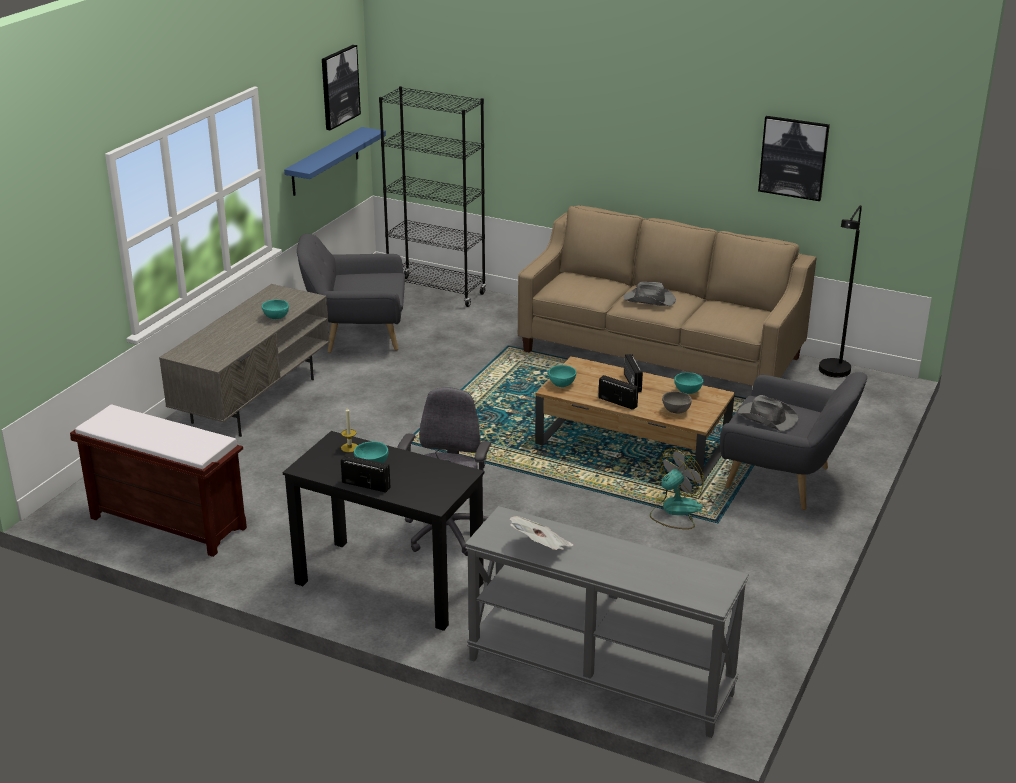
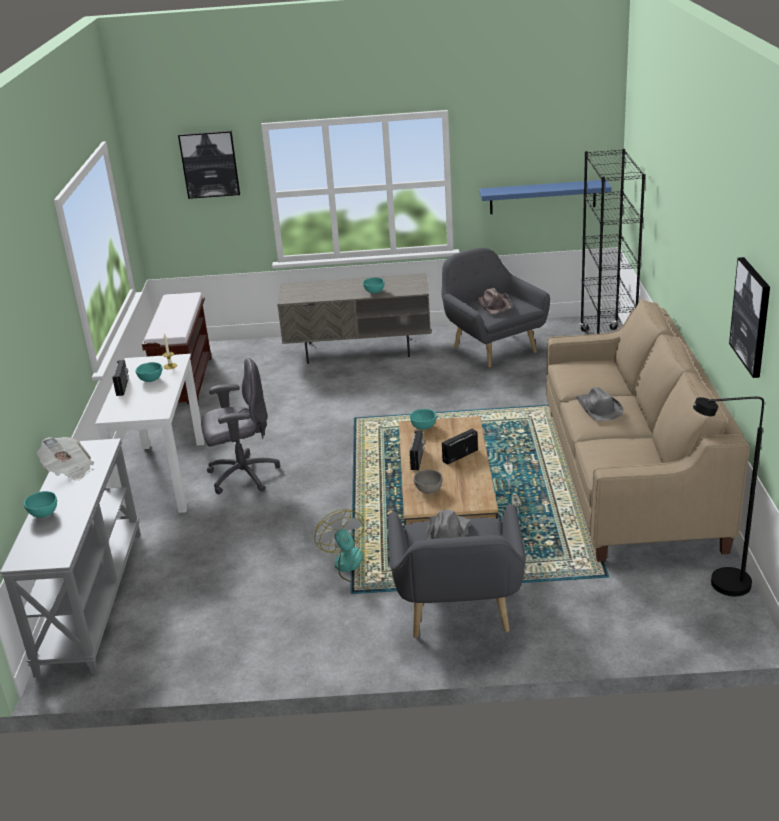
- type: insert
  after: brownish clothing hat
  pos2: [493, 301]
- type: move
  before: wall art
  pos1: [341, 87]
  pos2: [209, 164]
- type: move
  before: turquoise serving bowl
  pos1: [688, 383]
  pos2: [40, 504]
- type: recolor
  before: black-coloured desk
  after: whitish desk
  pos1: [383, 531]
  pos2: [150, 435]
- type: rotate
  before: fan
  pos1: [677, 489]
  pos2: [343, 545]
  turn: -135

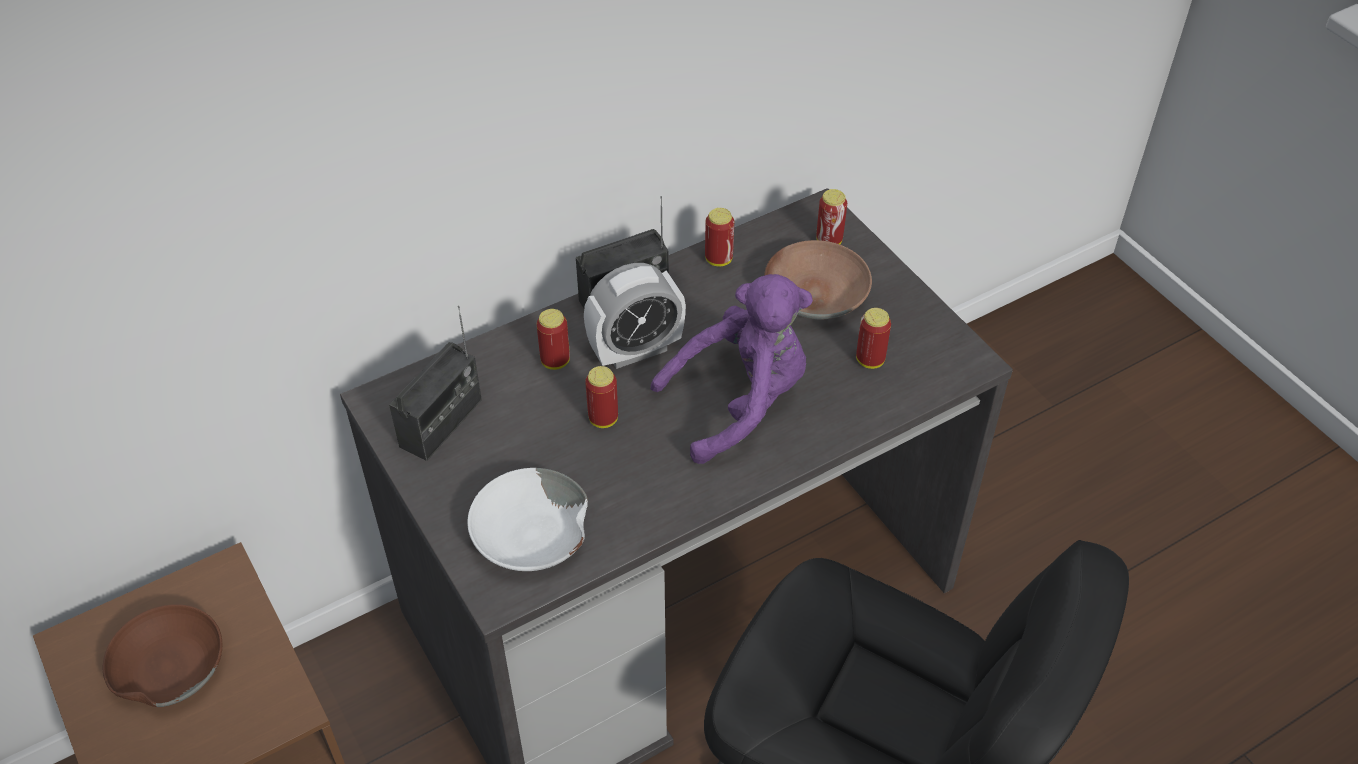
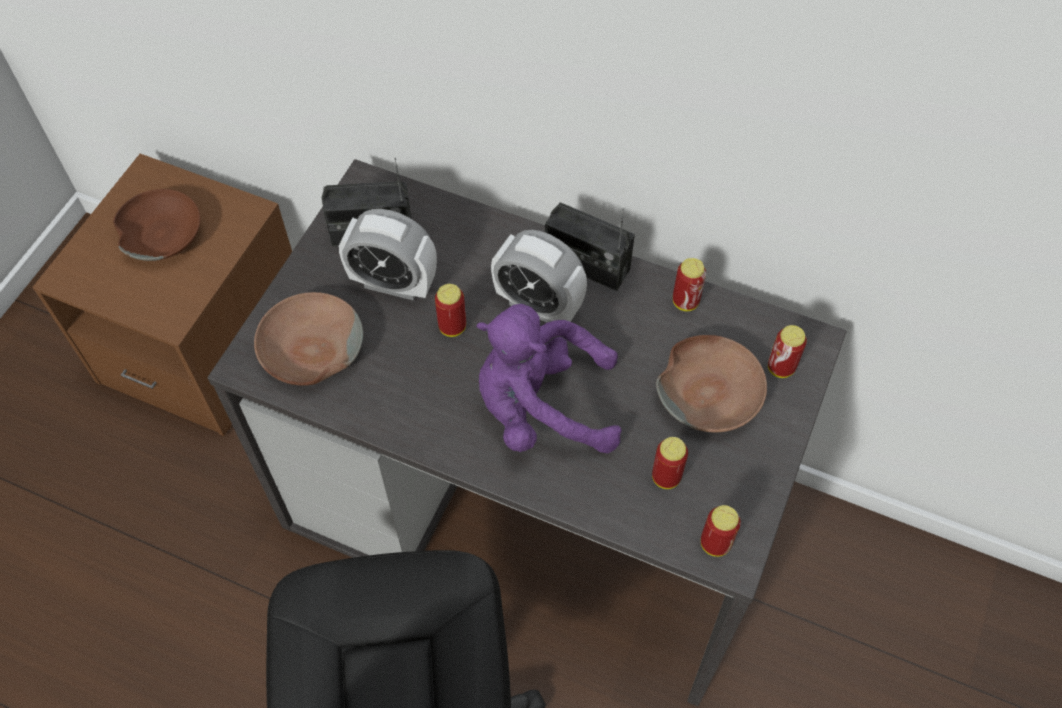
- type: insert
  after: table clock
  pos2: [388, 255]
- type: move
  before: can
  pos1: [553, 339]
  pos2: [721, 531]
- type: recolor
  before: whitish serving bowl
  after: brownish serving bowl
  pos1: [527, 519]
  pos2: [308, 339]
- type: rotate
  before: purple-coloured cuddly toy
  pos1: [732, 369]
  pos2: [549, 378]
  turn: 150

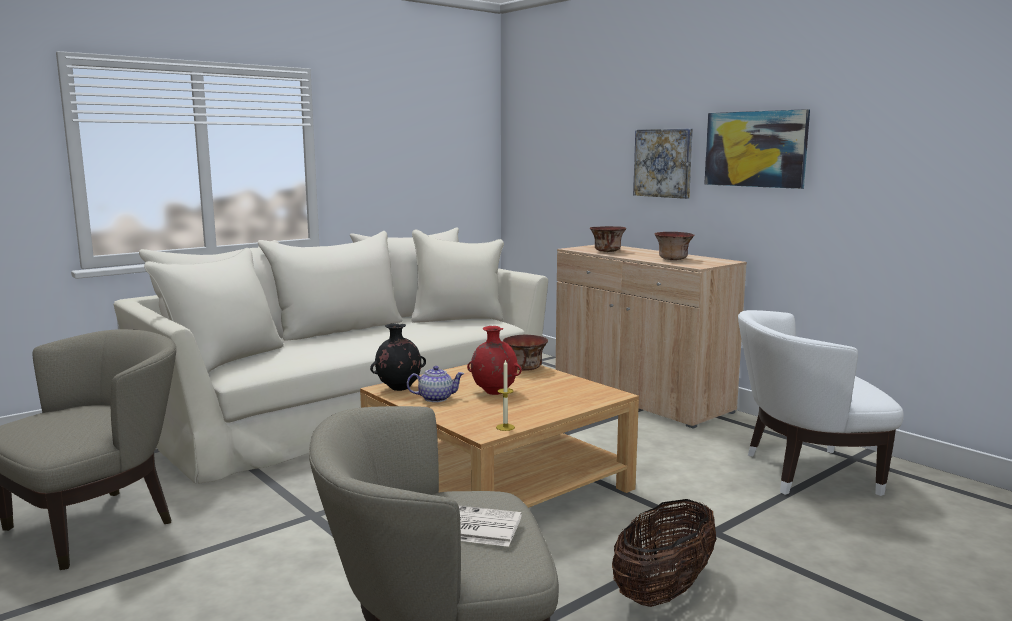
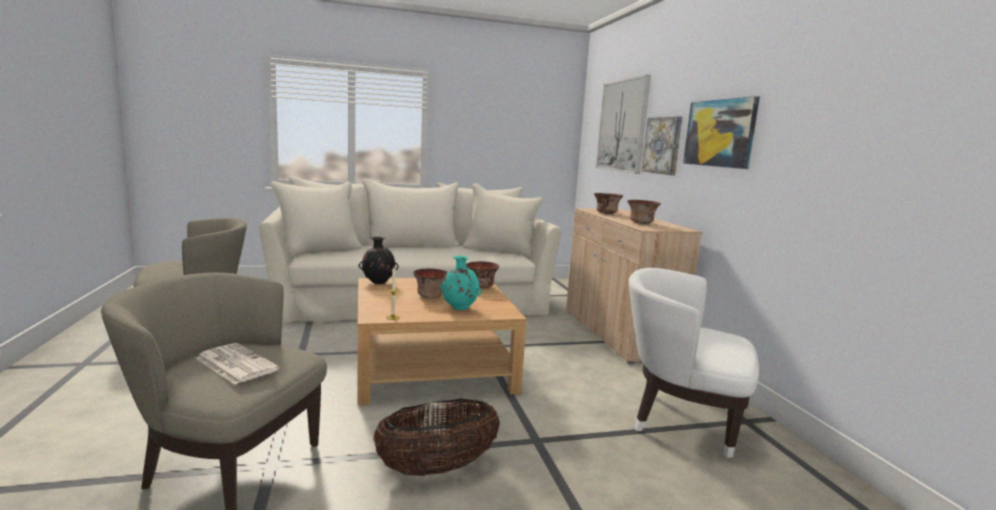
- type: delete
  before: pot for tea
  pos1: [435, 384]
- type: insert
  after: turquoise decorative vase
  pos2: [461, 283]
- type: insert
  after: wall art
  pos2: [623, 124]
- type: replace
  before: red-coloured decorative vase
  after: serving bowl
  pos1: [494, 360]
  pos2: [430, 283]

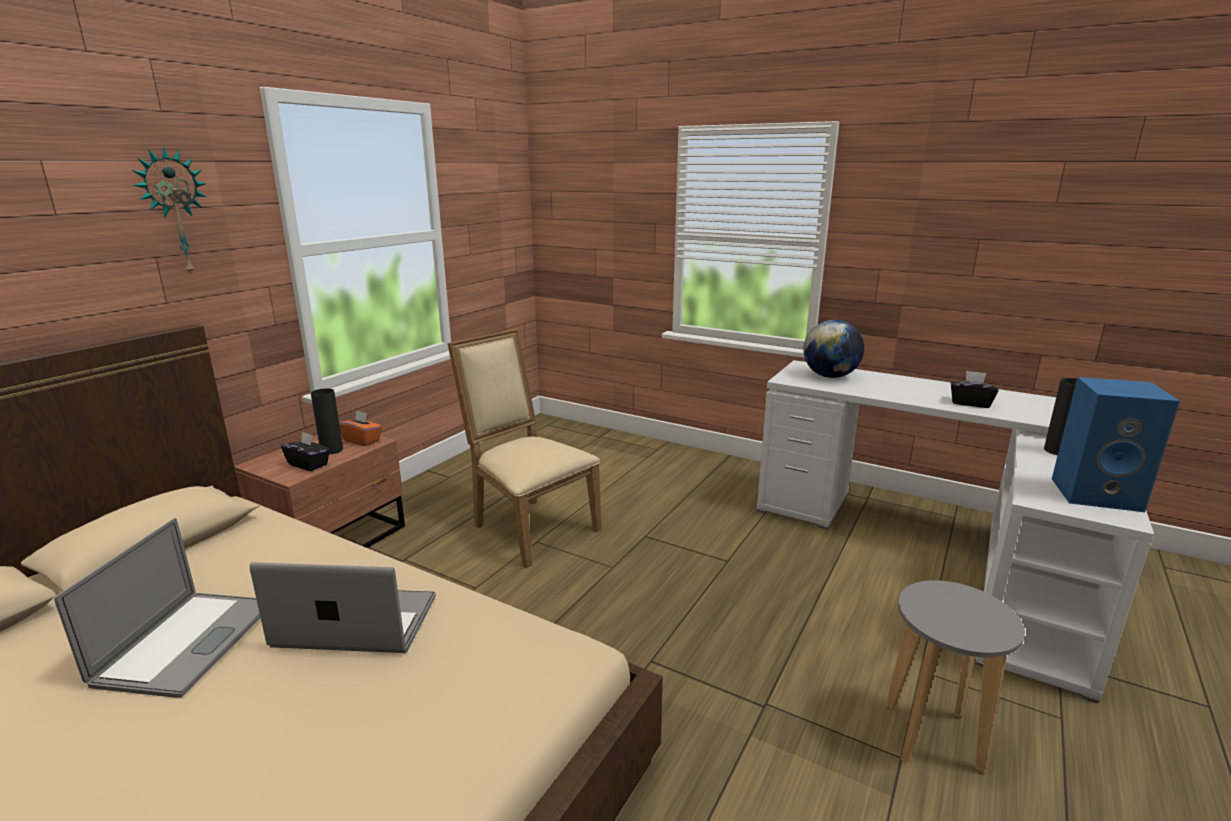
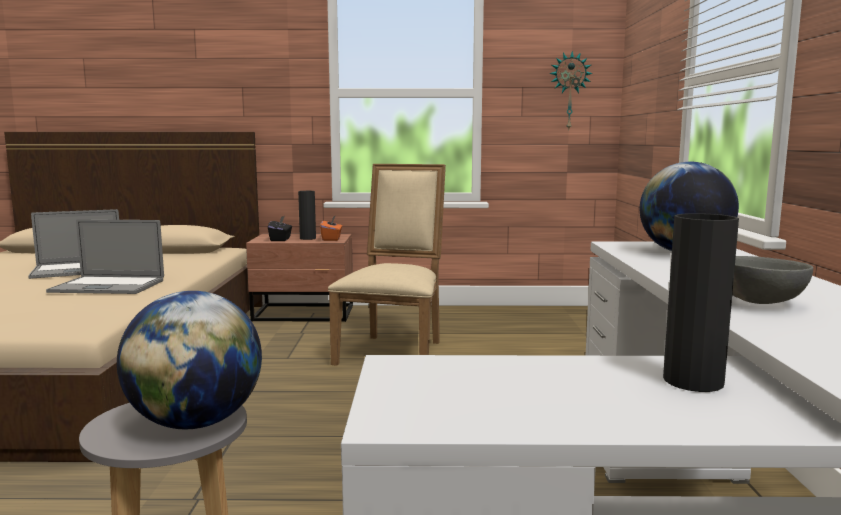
- type: delete
  before: bluish audio speaker
  pos1: [1116, 444]
- type: insert
  after: desk globe
  pos2: [189, 360]
- type: move
  before: clock on the wall
  pos1: [169, 211]
  pos2: [571, 90]
- type: replace
  before: black-coloured box of tissues
  after: grey serving bowl
  pos1: [975, 389]
  pos2: [772, 280]
- type: rotate
  before: portable computer
  pos1: [343, 607]
  pos2: [105, 256]
  turn: 120

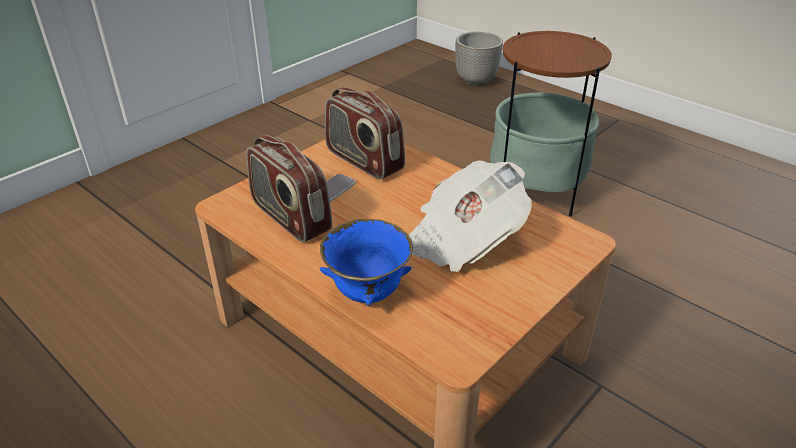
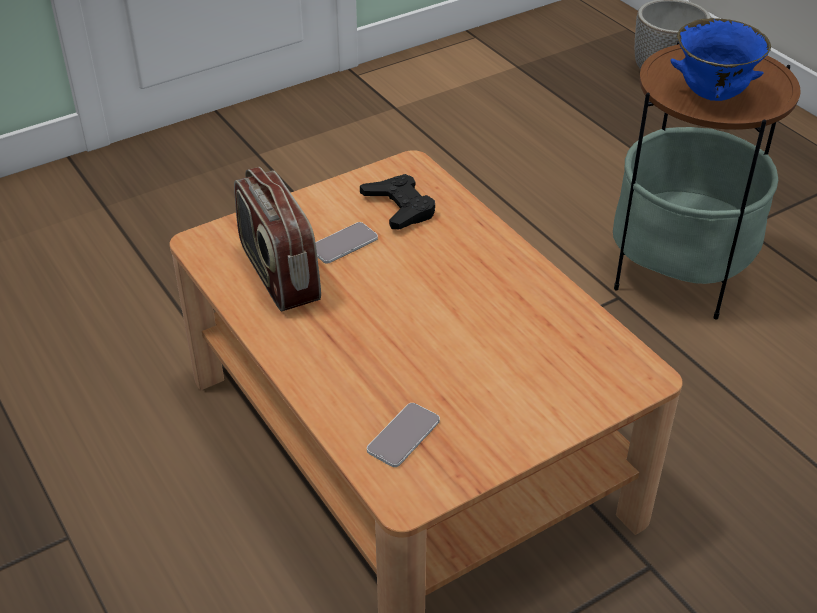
- type: delete
  before: printed paper
  pos1: [470, 216]
- type: insert
  after: phone
  pos2: [403, 435]
- type: move
  before: bluish serving bowl
  pos1: [366, 263]
  pos2: [721, 59]
- type: replace
  before: radio receiver
  after: black-coloured game controller
  pos1: [365, 133]
  pos2: [397, 201]

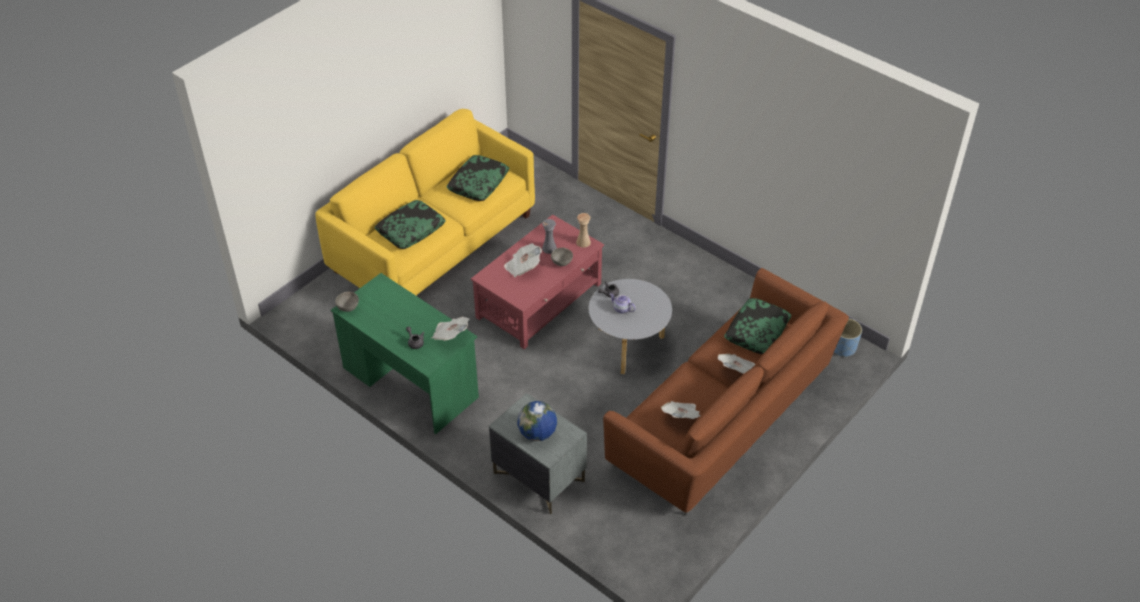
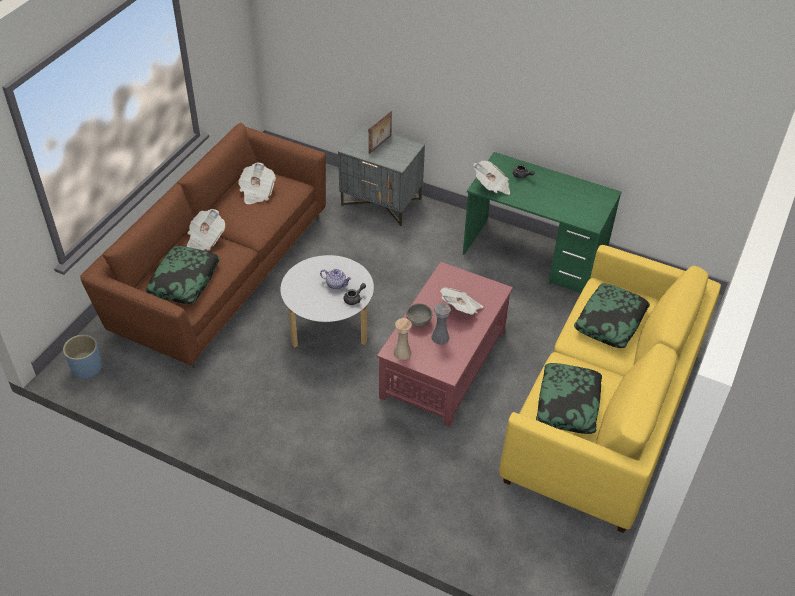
- type: delete
  before: grey serving bowl
  pos1: [347, 301]
- type: replace
  before: desk globe
  after: standing frame
  pos1: [537, 421]
  pos2: [380, 132]

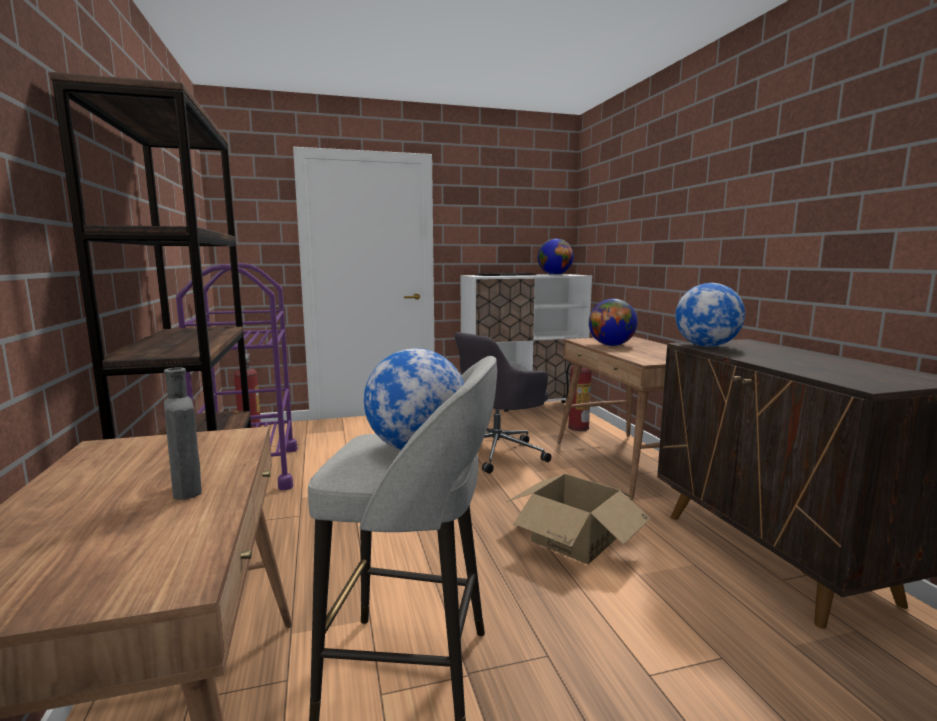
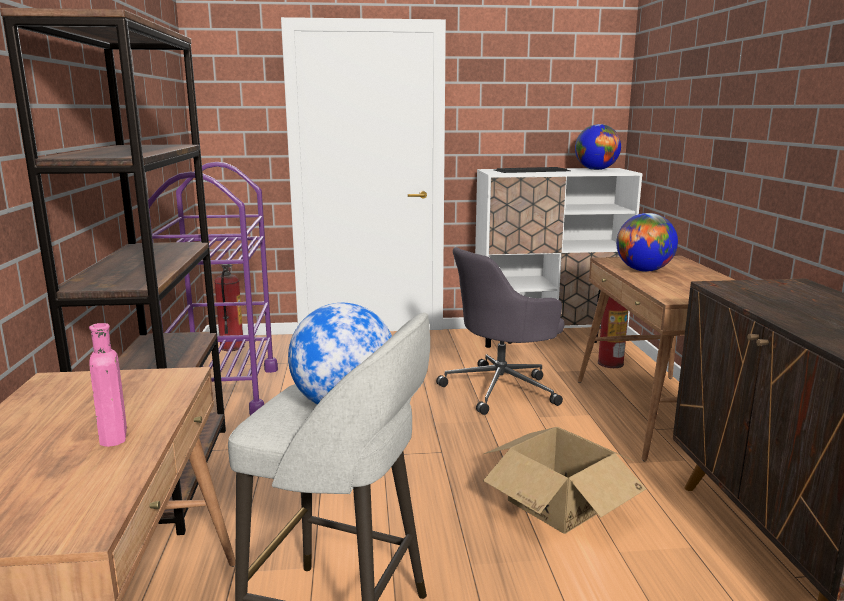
- type: delete
  before: desk globe
  pos1: [710, 315]
- type: recolor
  before: grey bottle
  after: pink-coloured bottle
  pos1: [183, 433]
  pos2: [108, 385]

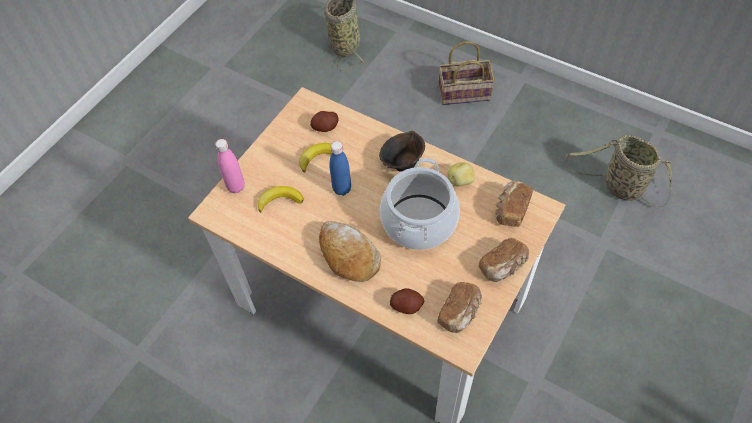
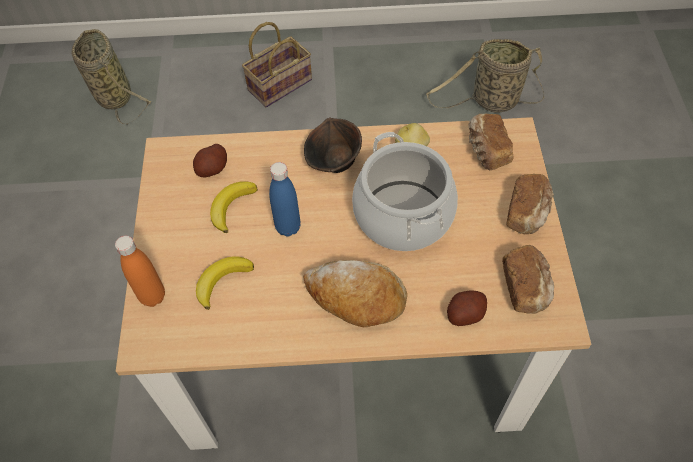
- type: recolor
  before: pink-coloured bottle
  after: orange-coloured bottle
  pos1: [230, 166]
  pos2: [140, 271]

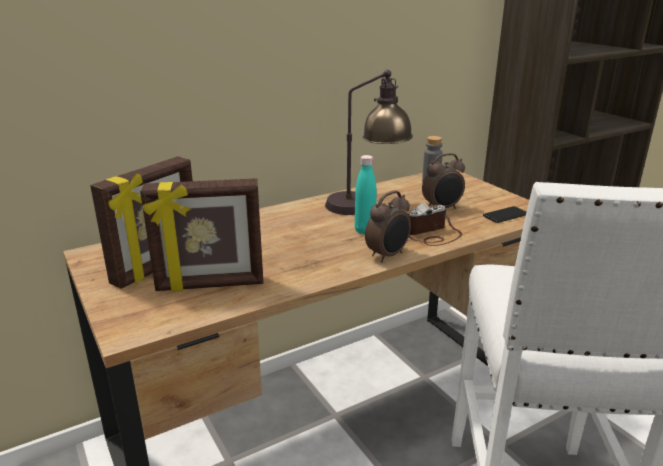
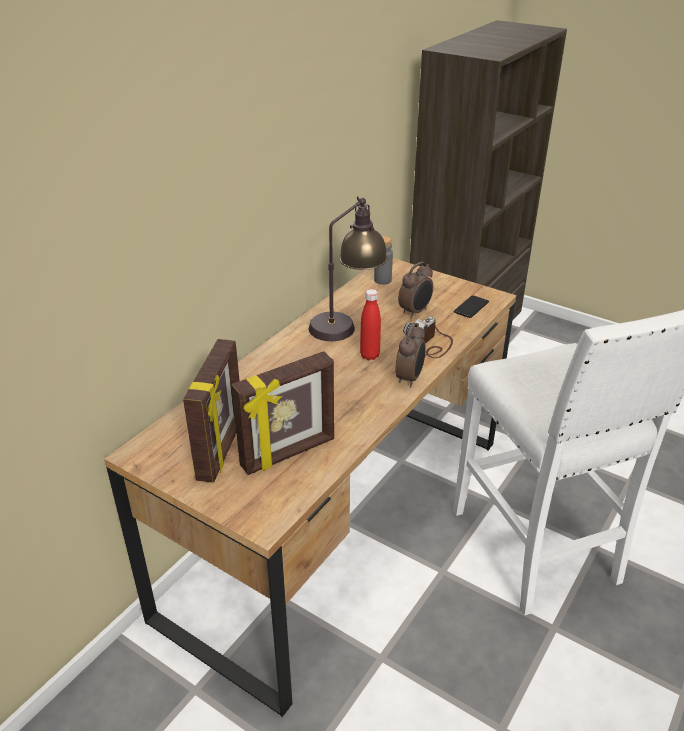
- type: recolor
  before: turquoise bottle
  after: red-coloured bottle
  pos1: [366, 194]
  pos2: [370, 324]

